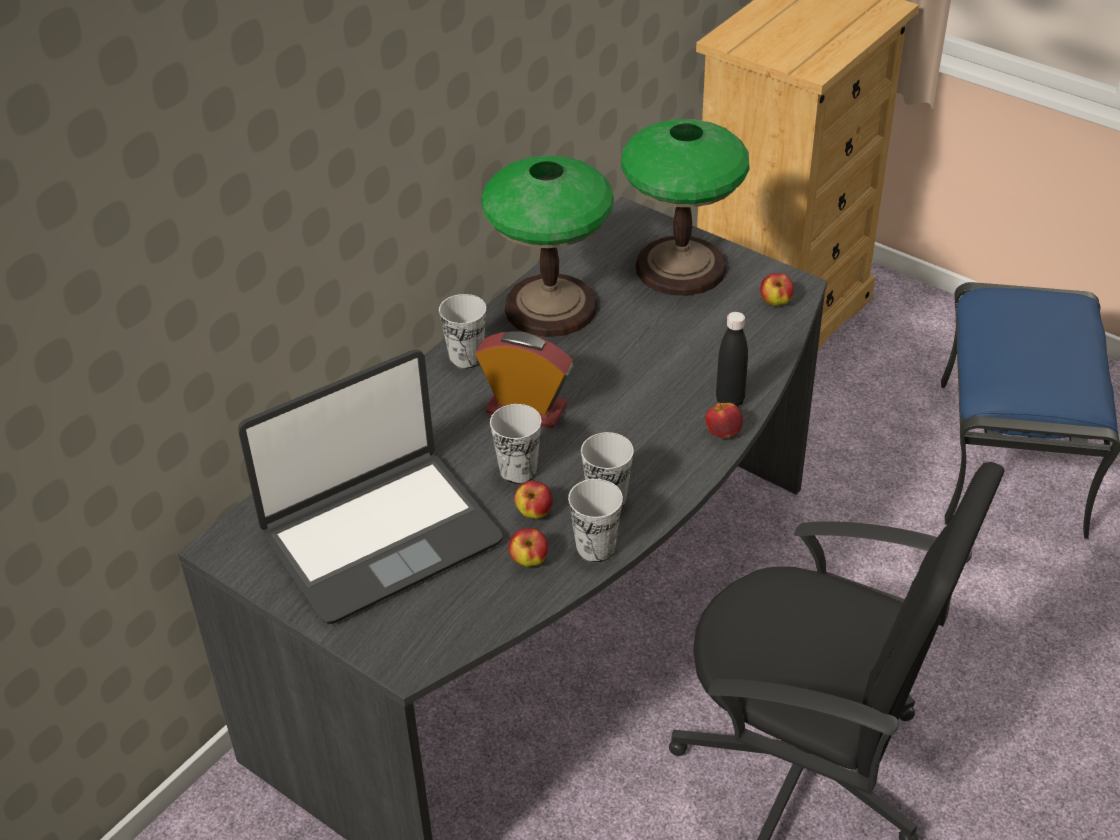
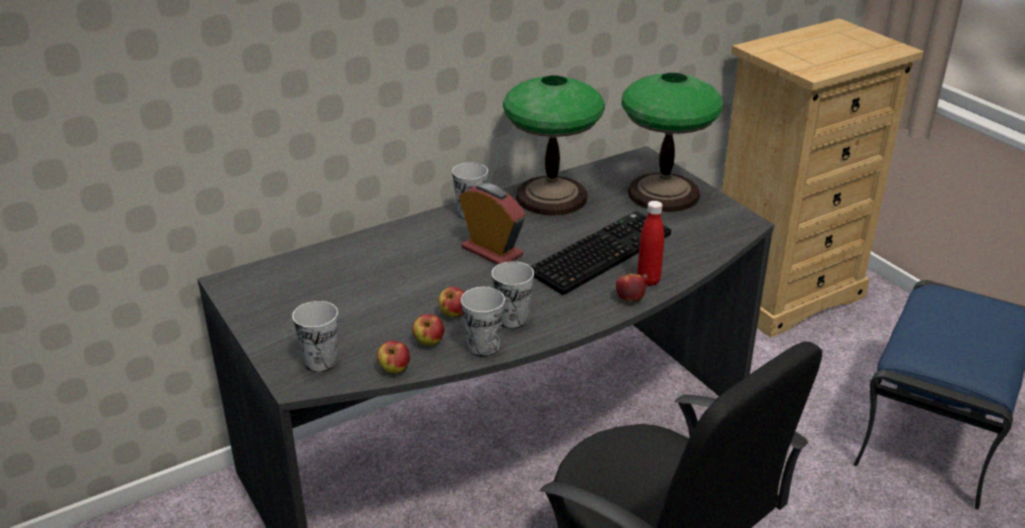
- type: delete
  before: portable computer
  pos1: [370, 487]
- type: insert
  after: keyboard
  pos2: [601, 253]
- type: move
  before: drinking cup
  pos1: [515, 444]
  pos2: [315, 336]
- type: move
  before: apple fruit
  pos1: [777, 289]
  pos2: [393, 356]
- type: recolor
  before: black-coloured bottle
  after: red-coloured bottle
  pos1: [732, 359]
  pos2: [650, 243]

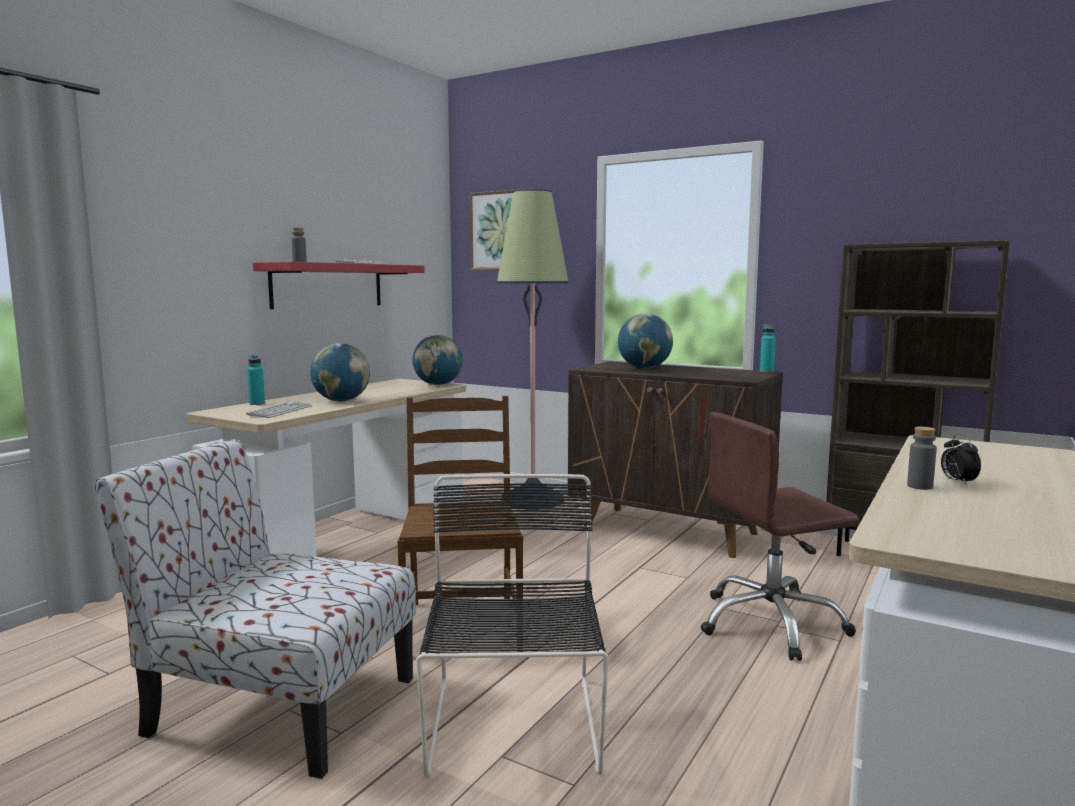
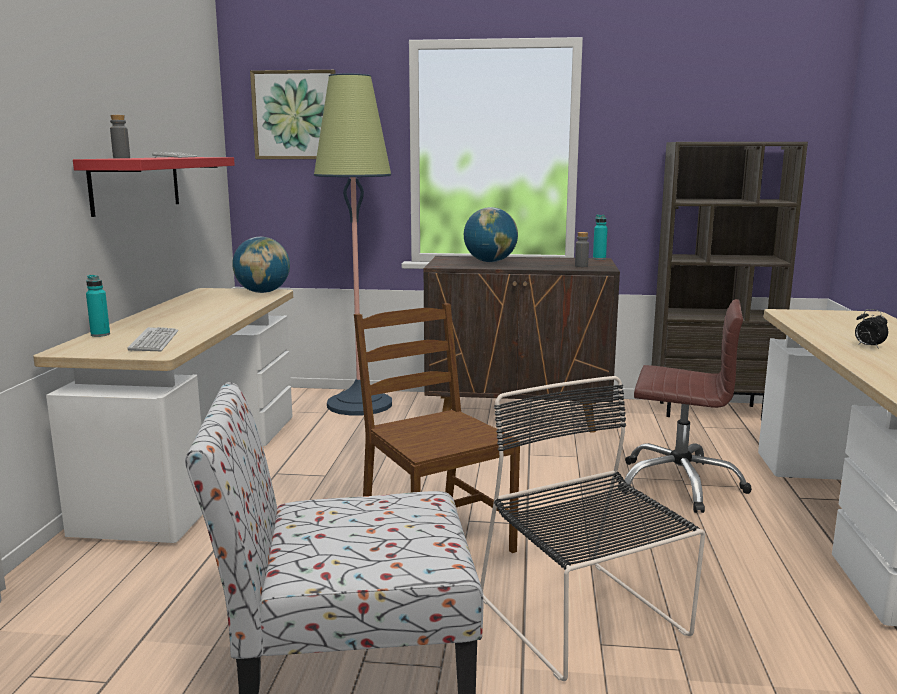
- type: delete
  before: desk globe
  pos1: [340, 372]
- type: move
  before: grey bottle
  pos1: [922, 458]
  pos2: [582, 249]
- type: rotate
  before: brownish desk chair
  pos1: [780, 536]
  pos2: [685, 406]
  turn: -120

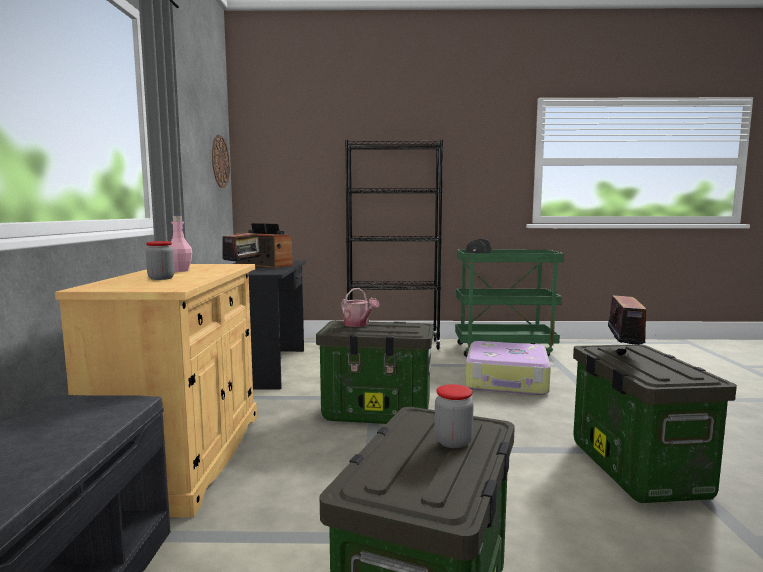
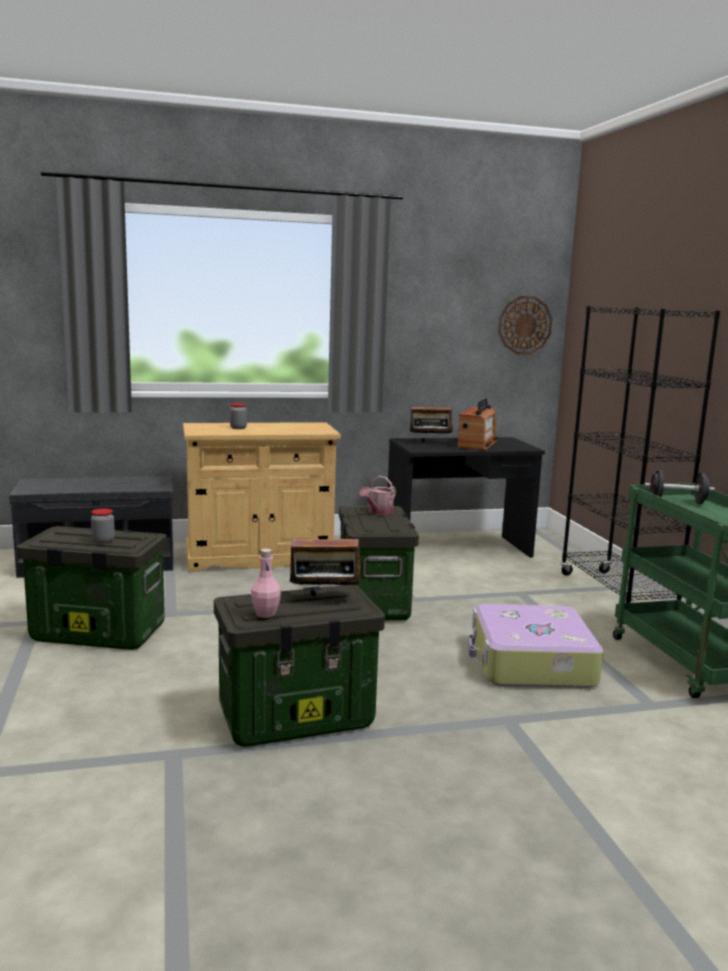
- type: move
  before: pink-coloured bottle
  pos1: [181, 244]
  pos2: [266, 583]

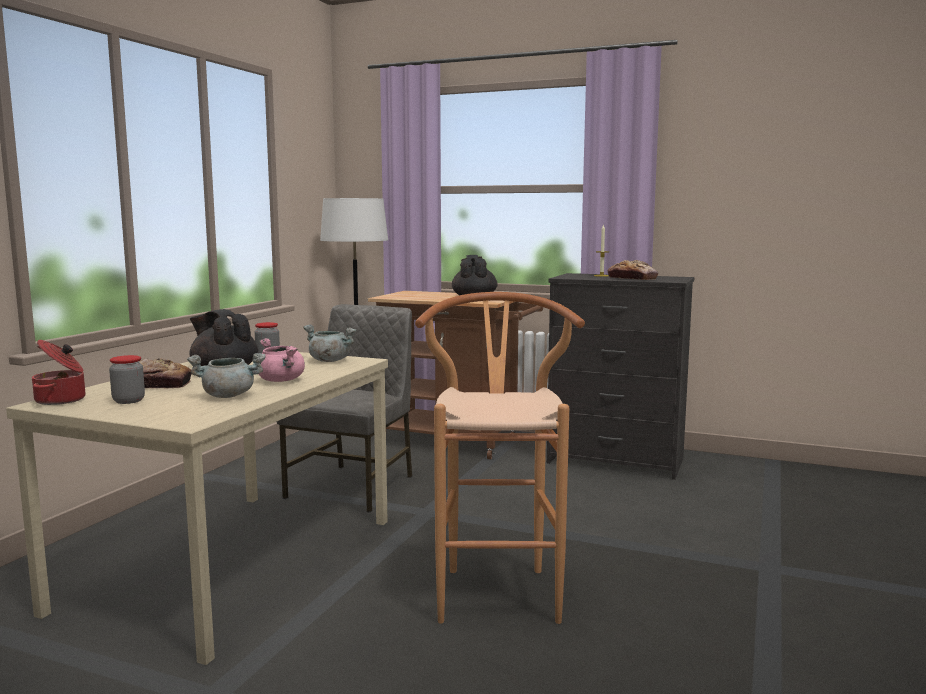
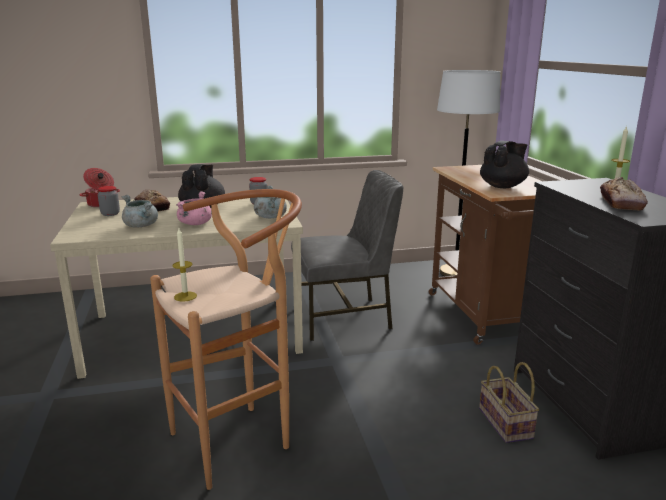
- type: insert
  after: candle
  pos2: [185, 265]
- type: insert
  after: basket
  pos2: [509, 402]

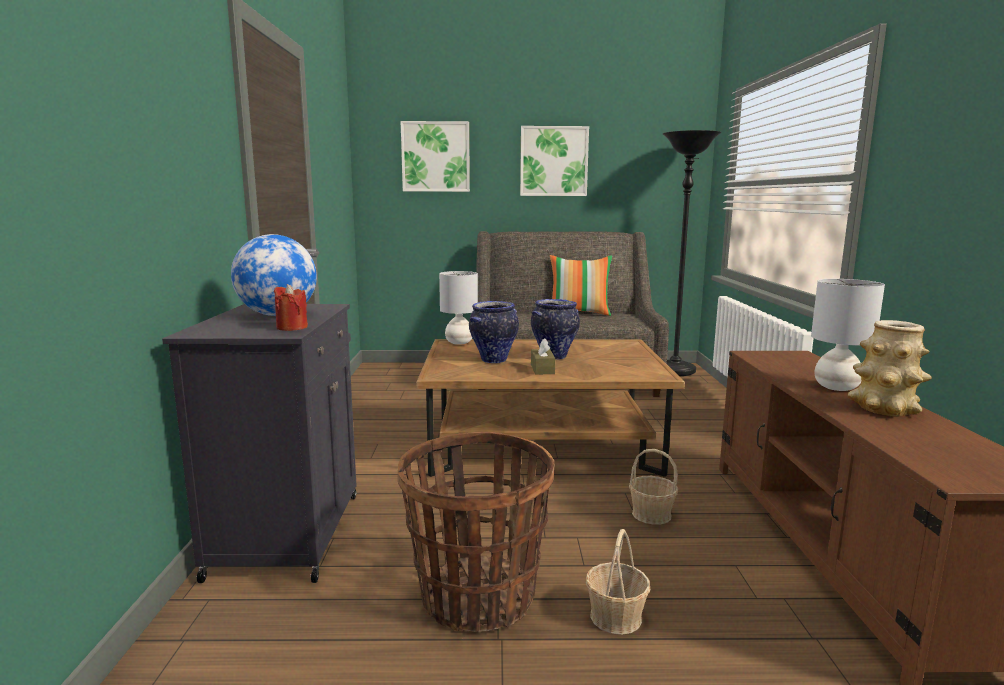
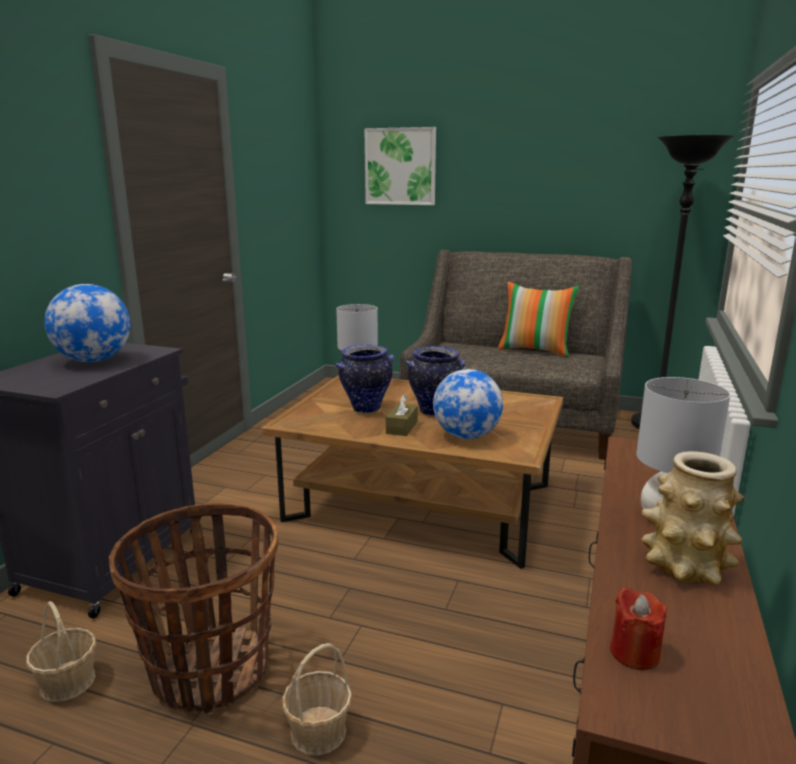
- type: delete
  before: wall art
  pos1: [554, 161]
- type: insert
  after: desk globe
  pos2: [468, 404]
- type: move
  before: red-coloured candle
  pos1: [291, 307]
  pos2: [638, 628]
- type: move
  before: basket
  pos1: [653, 487]
  pos2: [61, 651]

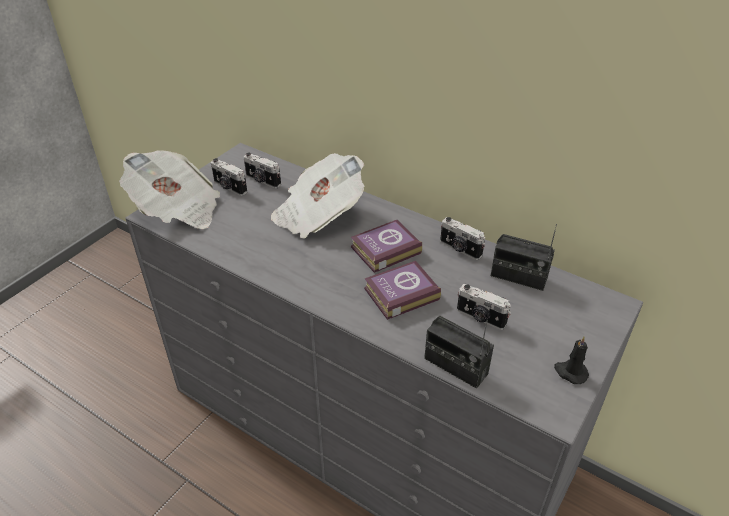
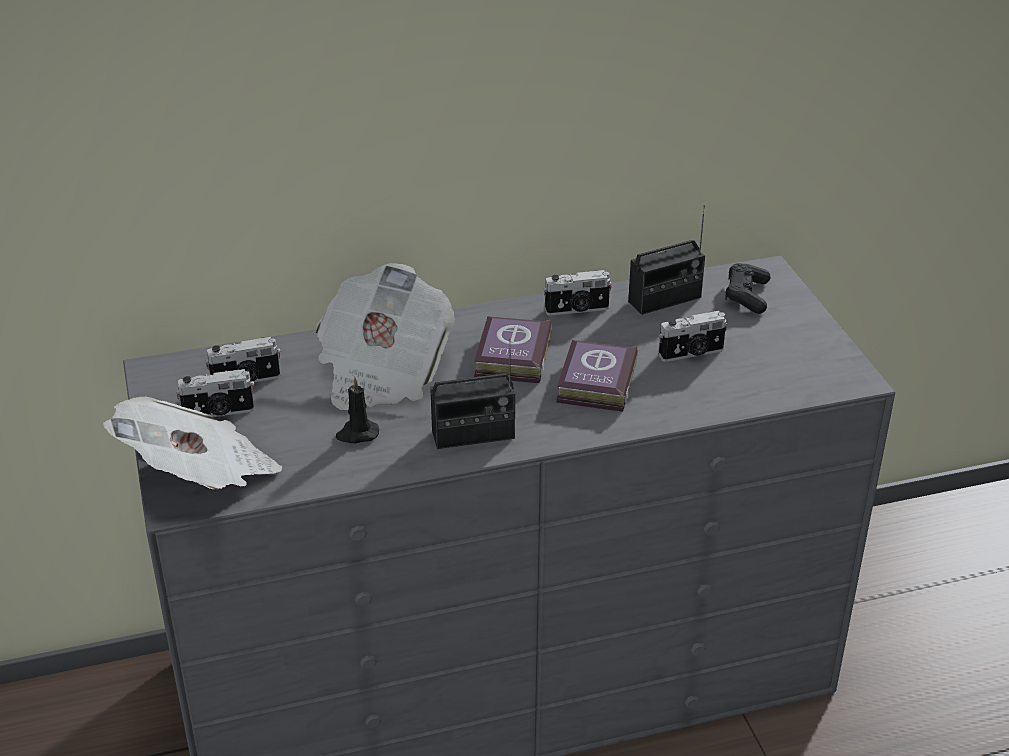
- type: insert
  after: black-coloured game controller
  pos2: [748, 288]
- type: move
  before: radio receiver
  pos1: [459, 352]
  pos2: [472, 394]
- type: move
  before: black-coloured candle
  pos1: [571, 360]
  pos2: [357, 410]

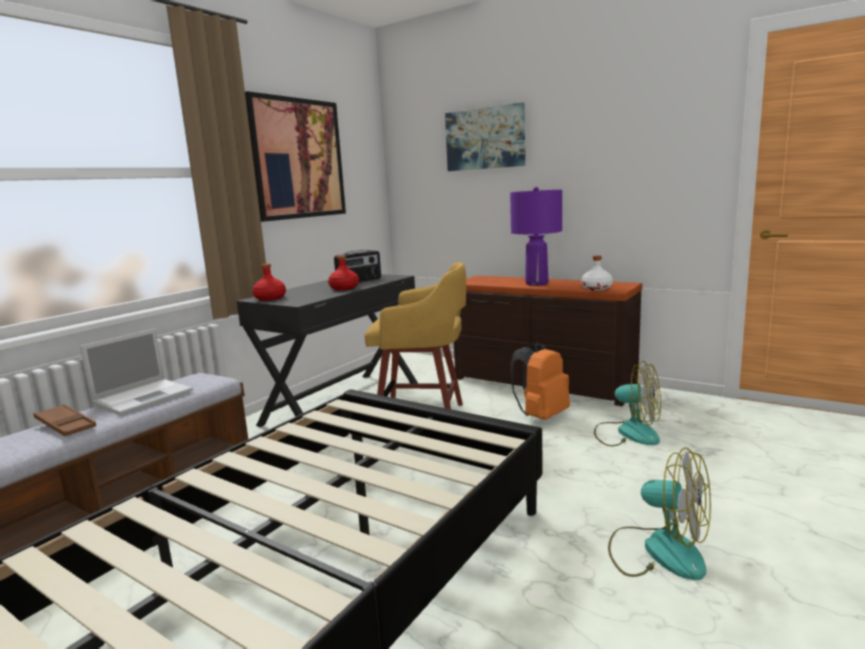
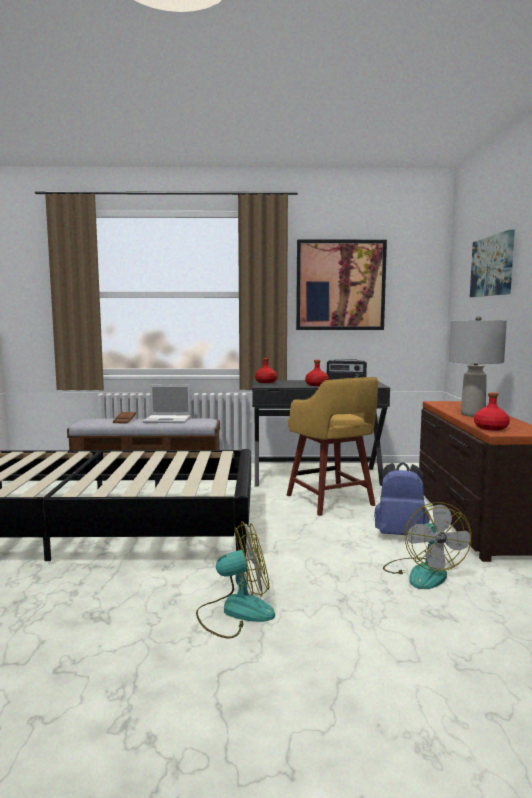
- type: recolor
  before: purple-coloured tabletop lamp
  after: grey tabletop lamp
  pos1: [536, 236]
  pos2: [478, 366]
- type: recolor
  before: orange-coloured rucksack
  after: bluish rucksack
  pos1: [540, 381]
  pos2: [402, 498]
- type: recolor
  before: whitish bottle
  after: red-coloured bottle
  pos1: [597, 273]
  pos2: [492, 411]
- type: rotate
  before: fan
  pos1: [659, 513]
  pos2: [235, 580]
  turn: -105

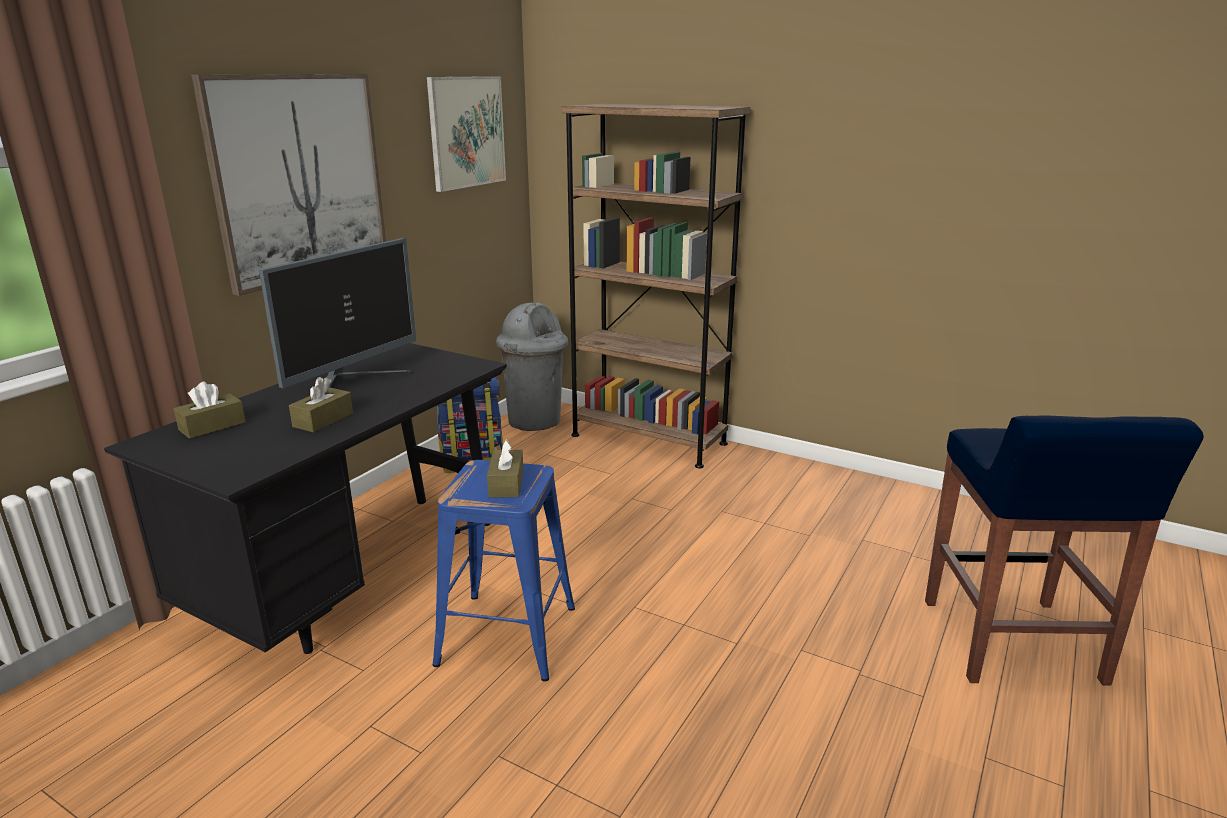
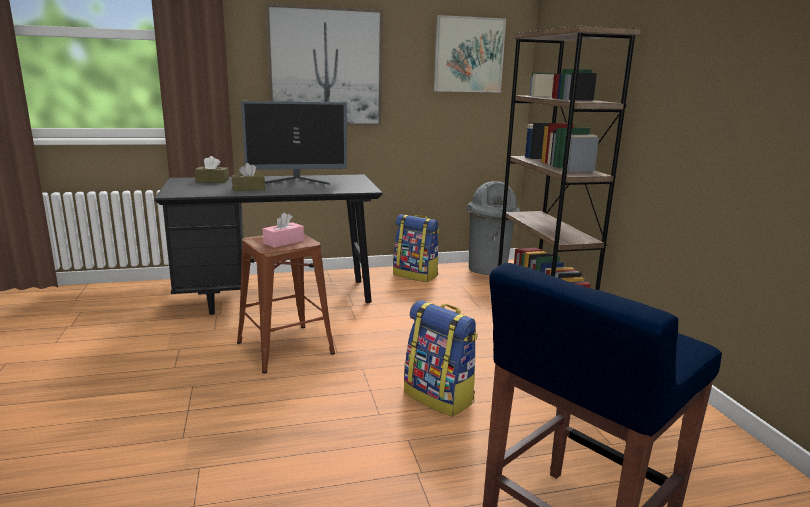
- type: insert
  after: rucksack
  pos2: [441, 358]
- type: recolor
  before: bluish stool seat
  after: brownish stool seat
  pos1: [504, 570]
  pos2: [286, 303]
- type: recolor
  before: brownish box of tissues
  after: pink-coloured box of tissues
  pos1: [505, 469]
  pos2: [283, 230]

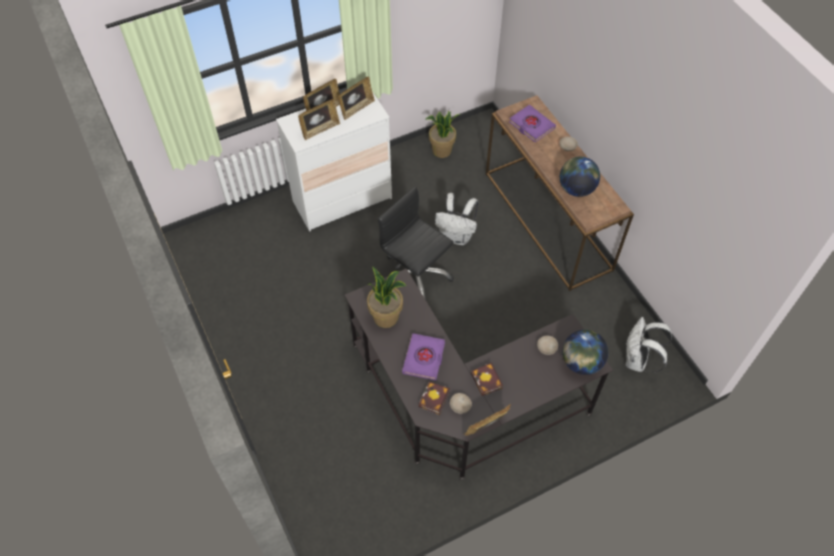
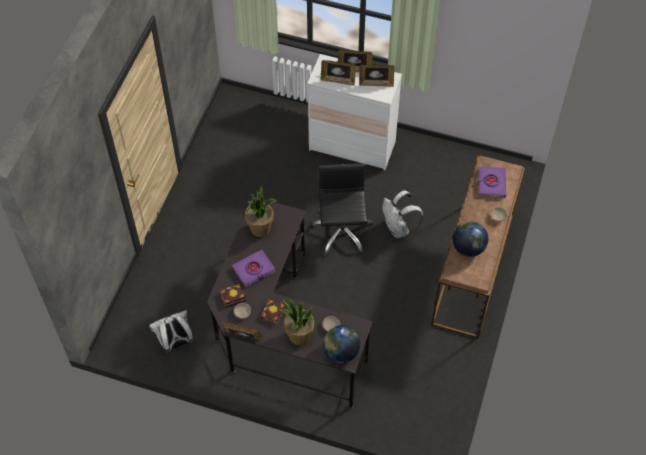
- type: move
  before: houseplant
  pos1: [442, 134]
  pos2: [297, 322]
- type: move
  before: whitish rucksack
  pos1: [649, 344]
  pos2: [171, 333]

